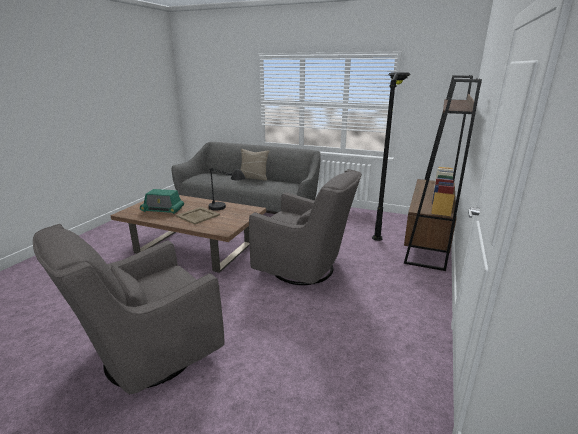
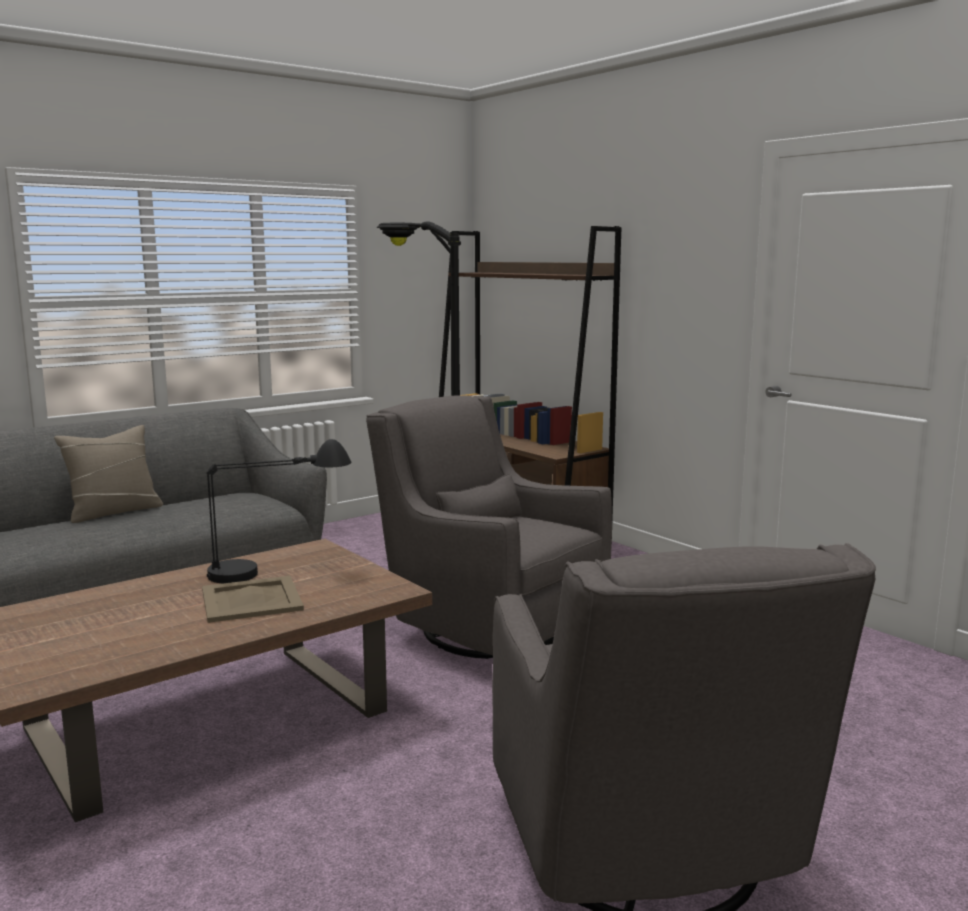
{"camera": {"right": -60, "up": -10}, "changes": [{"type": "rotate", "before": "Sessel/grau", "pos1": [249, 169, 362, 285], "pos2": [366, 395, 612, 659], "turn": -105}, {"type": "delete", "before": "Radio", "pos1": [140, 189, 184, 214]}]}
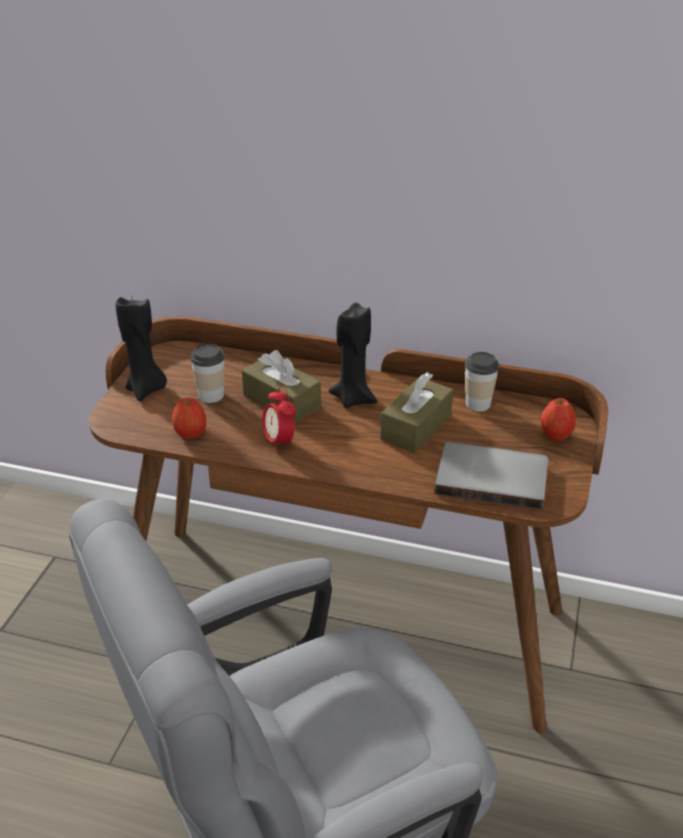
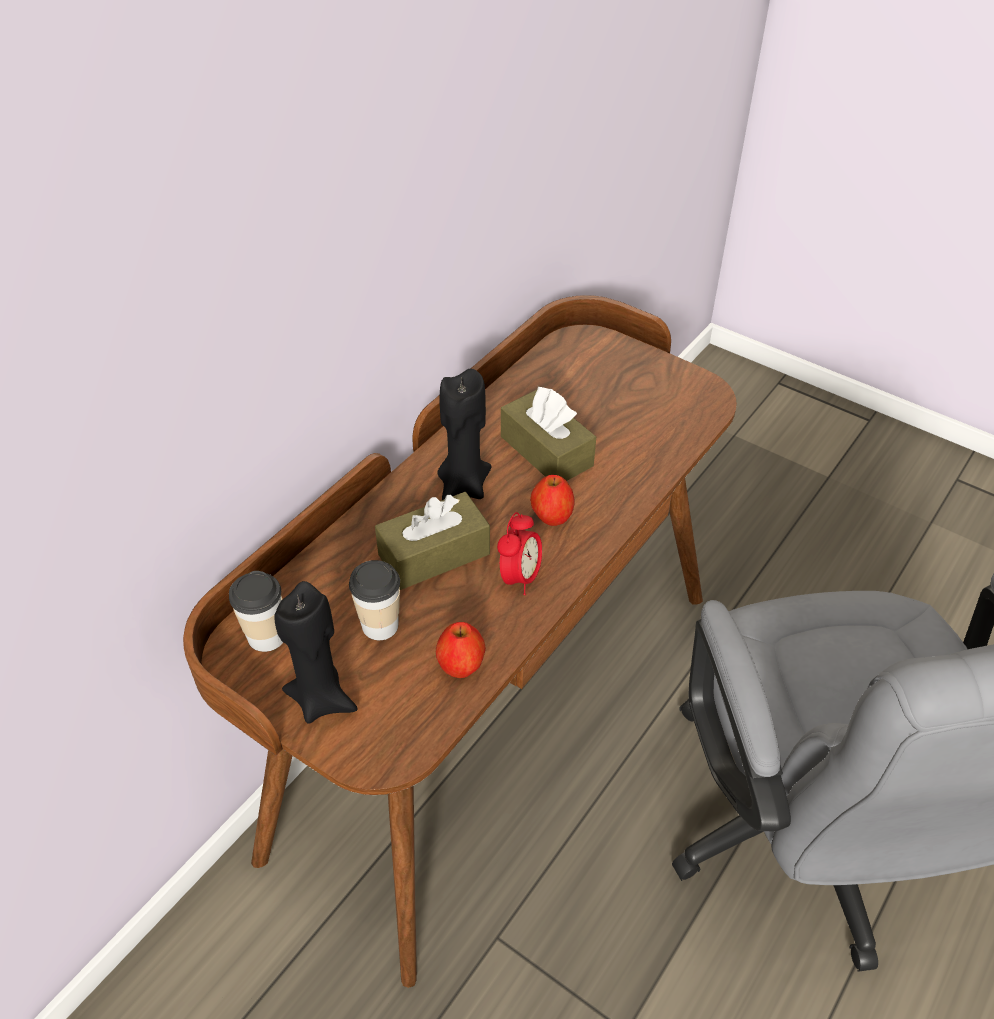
{"camera": {"right": -70, "up": 10}, "changes": [{"type": "move", "before": "Tasse", "pos1": [465, 352, 499, 412], "pos2": [229, 571, 283, 652]}, {"type": "rotate", "before": "Wecker", "pos1": [262, 386, 296, 452], "pos2": [497, 512, 542, 595], "turn": -60}, {"type": "move", "before": "Apfel", "pos1": [541, 398, 576, 441], "pos2": [530, 475, 575, 526]}, {"type": "delete", "before": "Buch/grau", "pos1": [434, 442, 548, 510]}]}
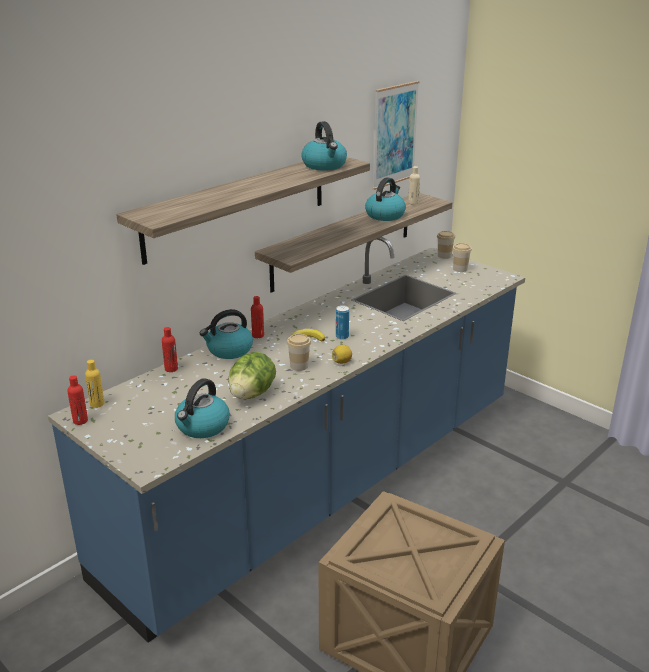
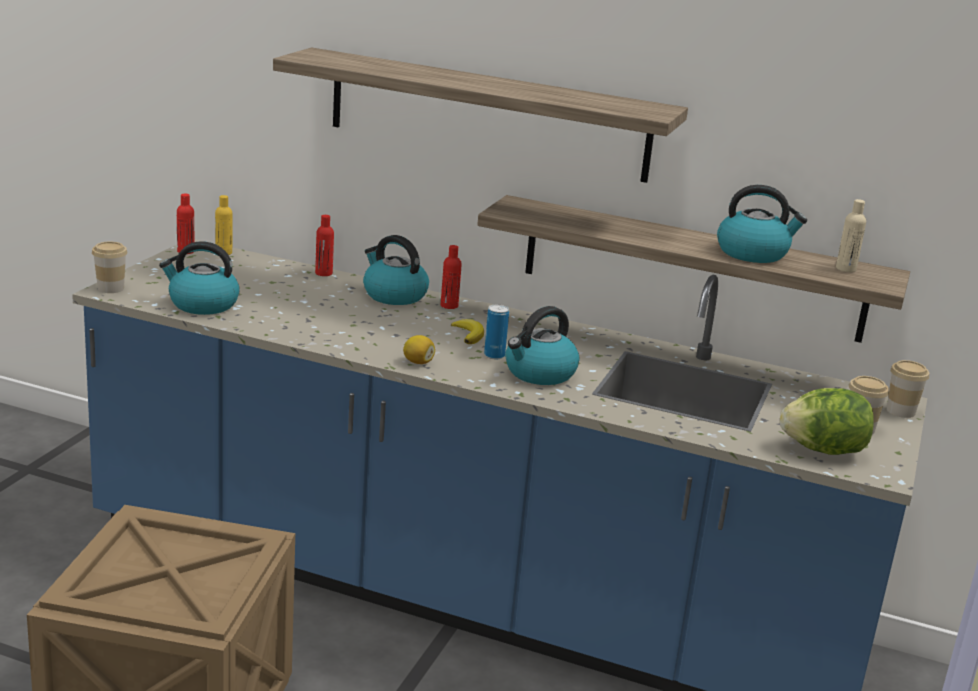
{"camera": {"right": 65, "up": -5}, "changes": [{"type": "delete", "before": "Bild", "pos1": [373, 81, 420, 190]}, {"type": "move", "before": "Wasserkessel", "pos1": [301, 121, 347, 171], "pos2": [505, 306, 579, 385]}, {"type": "move", "before": "Tasse", "pos1": [287, 334, 311, 371], "pos2": [92, 242, 127, 293]}, {"type": "move", "before": "Salatkopf", "pos1": [228, 352, 276, 399], "pos2": [780, 388, 874, 455]}]}
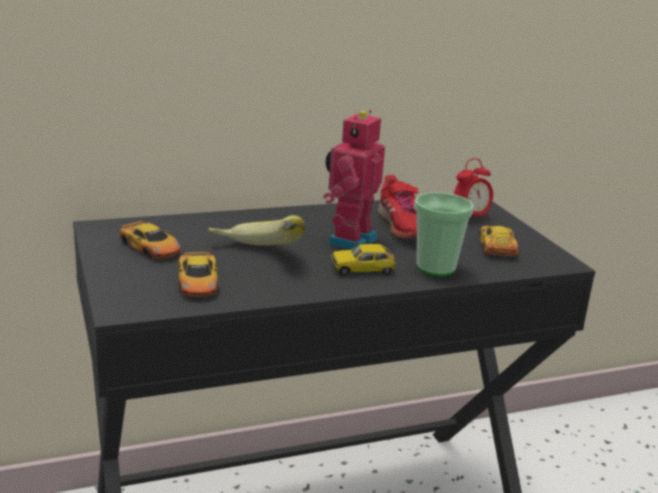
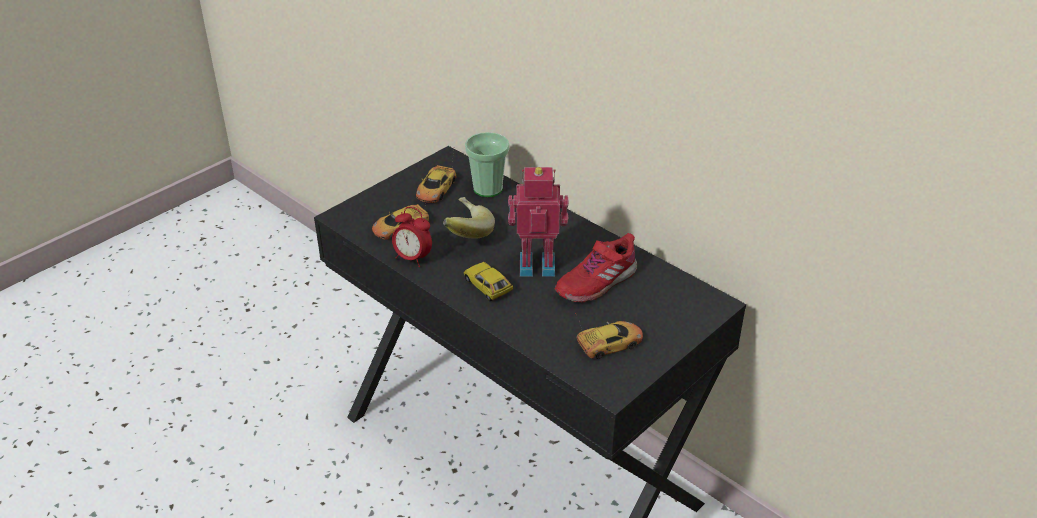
{"camera": {"right": 65, "up": 15}, "changes": [{"type": "move", "before": "Wecker", "pos1": [454, 158, 493, 219], "pos2": [392, 207, 432, 267]}, {"type": "move", "before": "Tasse", "pos1": [414, 192, 474, 276], "pos2": [465, 132, 509, 197]}]}
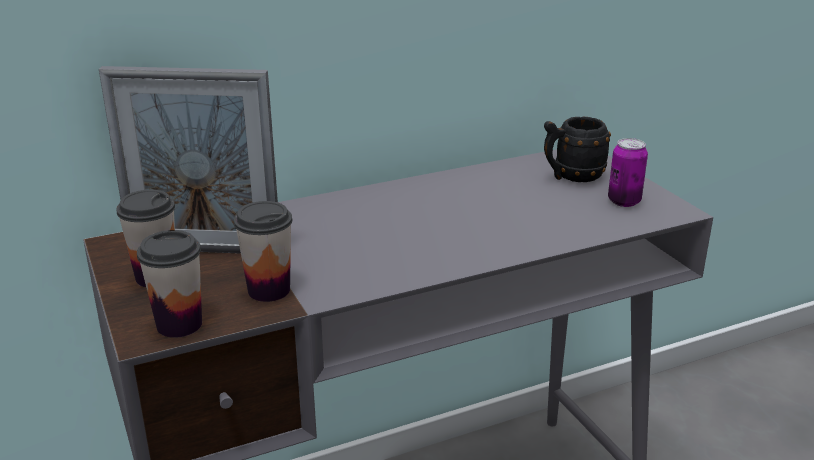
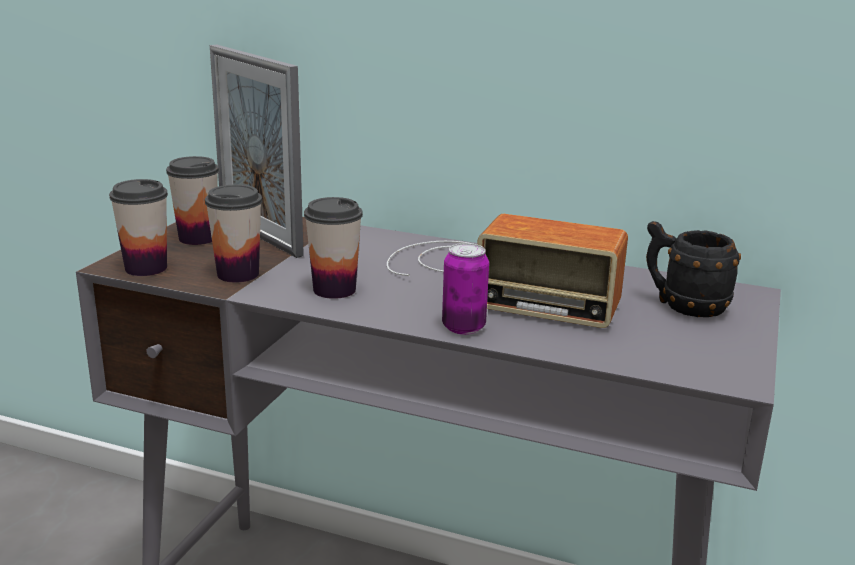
{"camera": {"right": 45, "up": -5}, "changes": [{"type": "move", "before": "Dose", "pos1": [608, 138, 648, 207], "pos2": [442, 243, 489, 335]}, {"type": "insert", "after": "Tasse", "pos2": [304, 197, 363, 299]}, {"type": "insert", "after": "Radio", "pos2": [387, 214, 628, 328]}]}
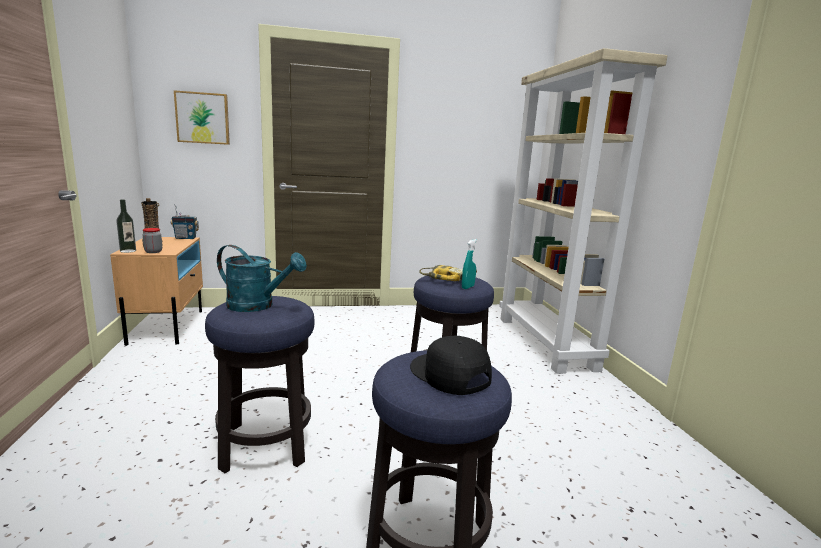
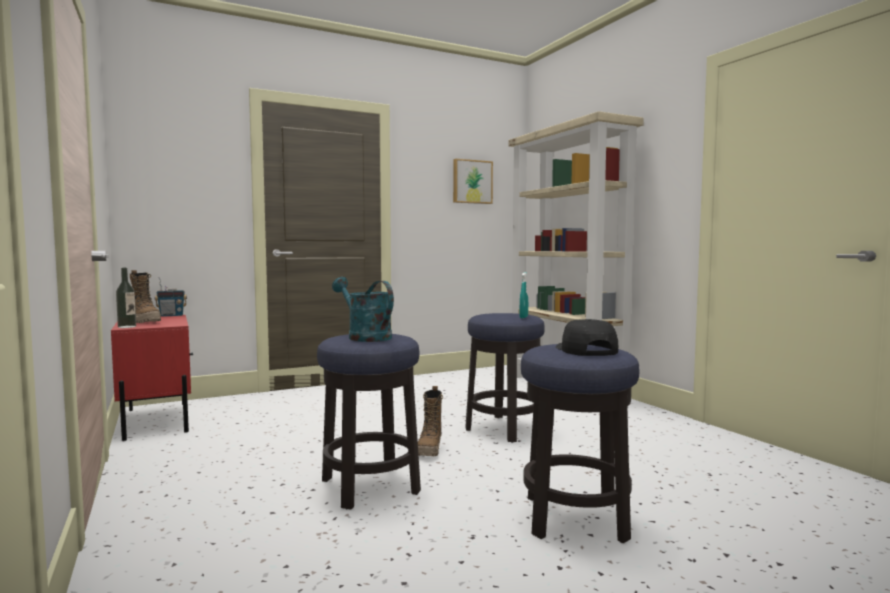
{"camera": {"right": -15, "up": -10}, "changes": [{"type": "move", "before": "Bild", "pos1": [174, 90, 230, 145], "pos2": [453, 159, 493, 204]}, {"type": "delete", "before": "Vorratsglas", "pos1": [143, 228, 162, 253]}, {"type": "recolor", "before": "Nachttisch/beige", "after": "Nachttisch/rot", "pos1": [110, 237, 203, 346], "pos2": [111, 315, 193, 441]}, {"type": "rotate", "before": "Gießkanne/türkis", "pos1": [217, 245, 307, 312], "pos2": [332, 277, 394, 342], "turn": -135}, {"type": "delete", "before": "Bohrmaschine", "pos1": [419, 265, 477, 281]}, {"type": "rotate", "before": "Kappe/schwarz", "pos1": [410, 336, 492, 395], "pos2": [556, 319, 618, 356], "turn": 45}, {"type": "insert", "after": "Stiefel", "pos2": [418, 386, 443, 456]}]}
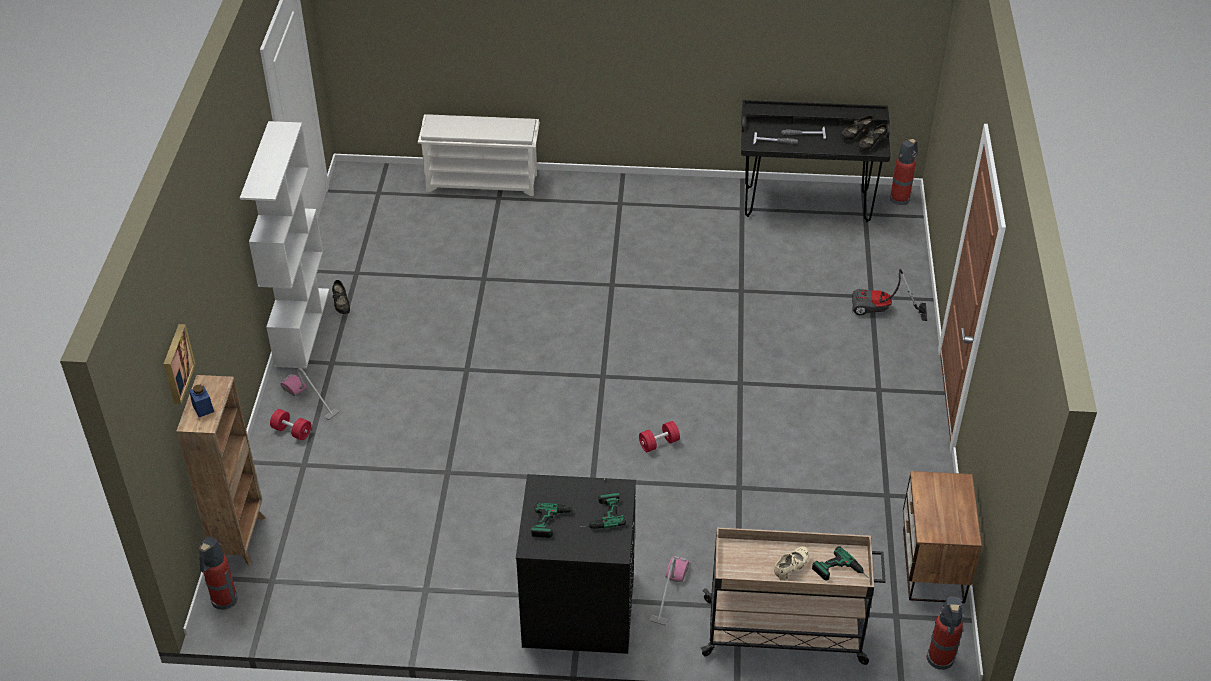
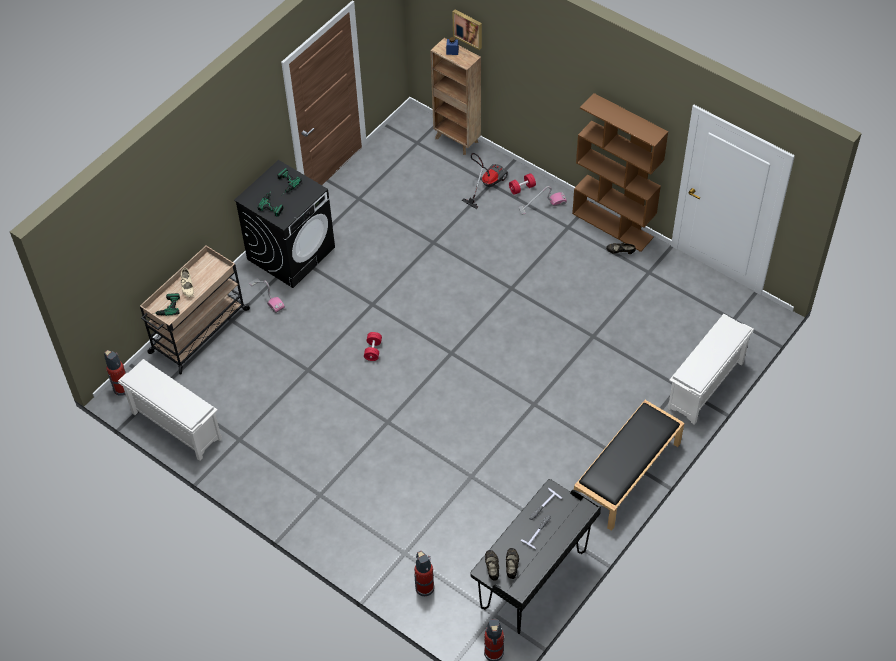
{"camera": {"right": 125, "up": 10}, "changes": [{"type": "recolor", "before": "Bücherregal/weiß", "after": "Bücherregal/braun", "pos1": [240, 121, 329, 369], "pos2": [572, 93, 668, 252]}, {"type": "move", "before": "Staubsauger", "pos1": [852, 269, 927, 321], "pos2": [462, 153, 508, 209]}, {"type": "replace", "before": "Nachttisch", "after": "Schuhregal/weiß", "pos1": [903, 471, 982, 603], "pos2": [118, 359, 222, 461]}, {"type": "move", "before": "Feuerlöscher", "pos1": [199, 537, 238, 610], "pos2": [414, 551, 434, 596]}, {"type": "insert", "after": "Bank/schwarz", "pos2": [574, 400, 684, 531]}]}
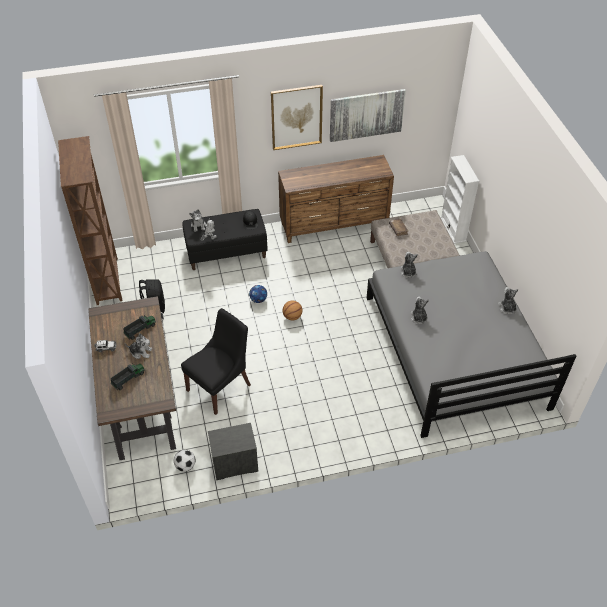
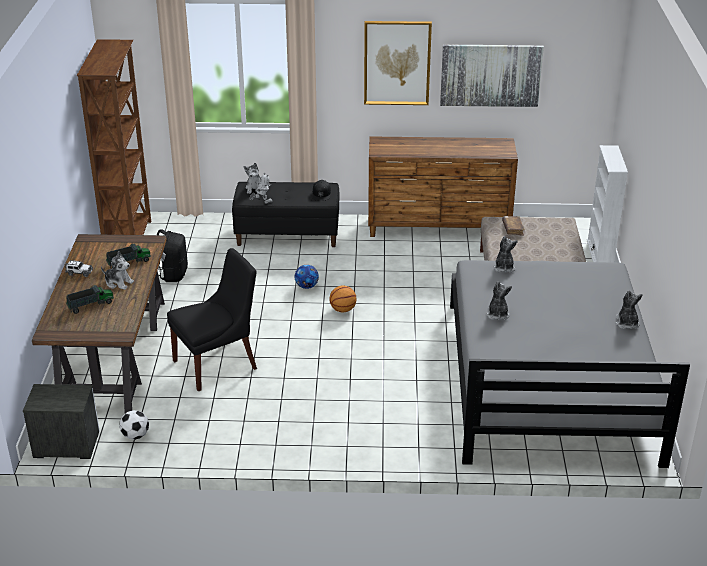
{"camera": {"right": 15, "up": -15}, "changes": [{"type": "move", "before": "Nachttisch", "pos1": [208, 423, 258, 480], "pos2": [23, 384, 100, 459]}]}
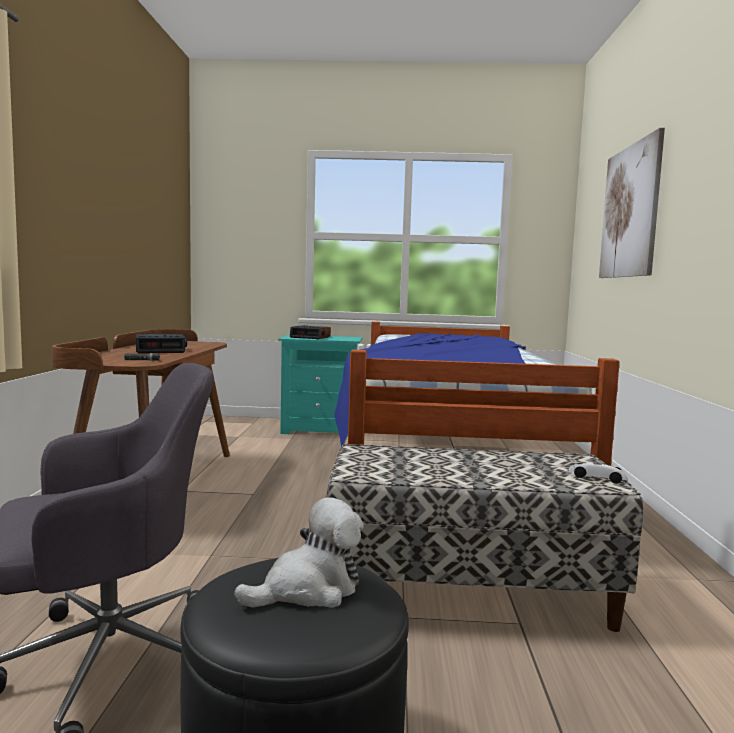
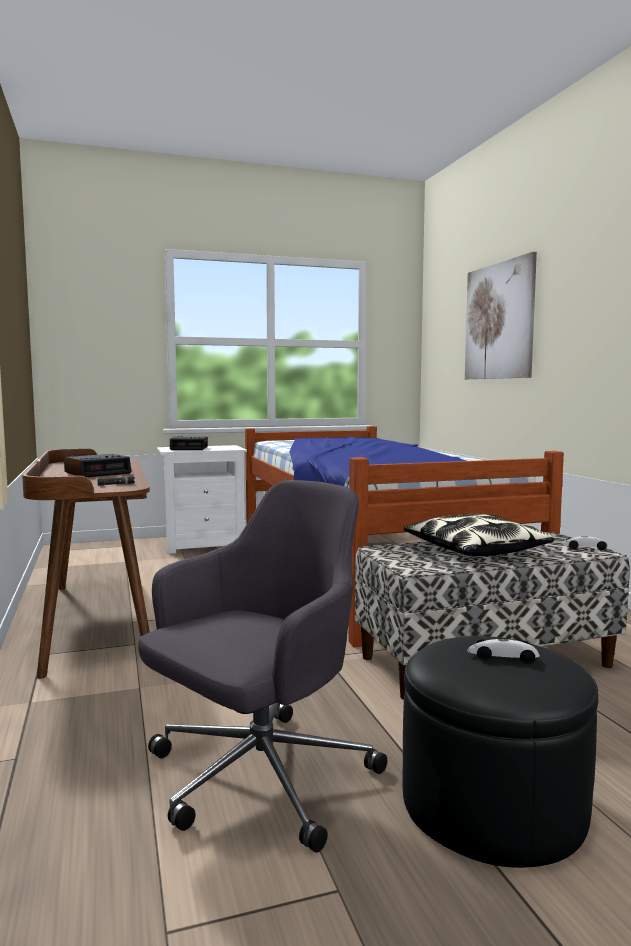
{"camera": {"right": -20, "up": 0}, "changes": [{"type": "recolor", "before": "Nachttisch/türkis", "after": "Nachttisch/weiß", "pos1": [278, 335, 362, 437], "pos2": [157, 445, 247, 554]}, {"type": "replace", "before": "Plüschtier", "after": "Spielzeugauto", "pos1": [234, 497, 364, 608], "pos2": [467, 639, 540, 664]}, {"type": "insert", "after": "Kissen", "pos2": [404, 514, 554, 556]}]}
